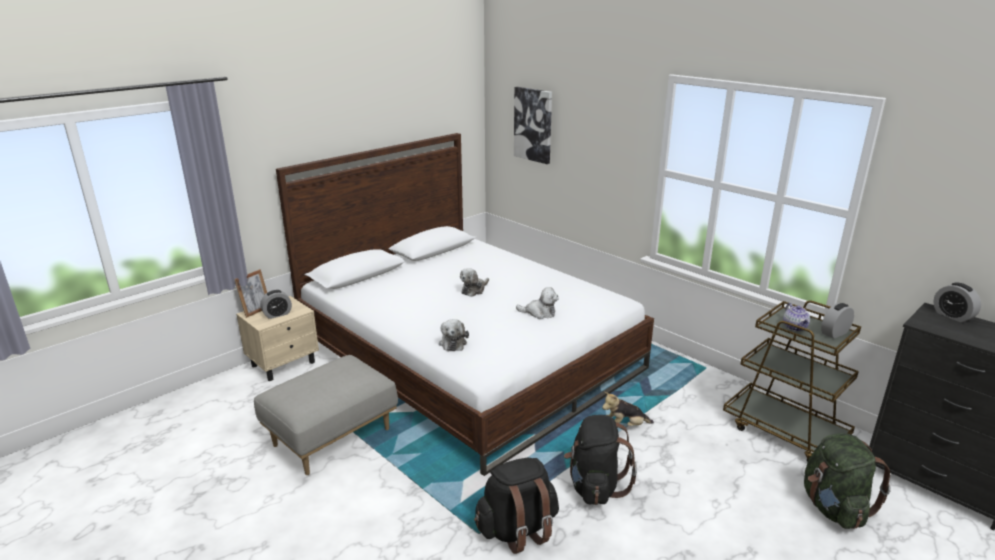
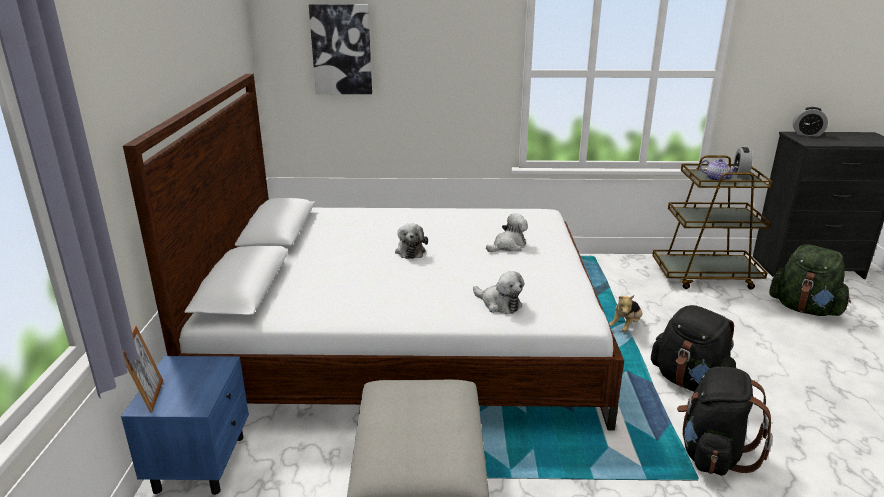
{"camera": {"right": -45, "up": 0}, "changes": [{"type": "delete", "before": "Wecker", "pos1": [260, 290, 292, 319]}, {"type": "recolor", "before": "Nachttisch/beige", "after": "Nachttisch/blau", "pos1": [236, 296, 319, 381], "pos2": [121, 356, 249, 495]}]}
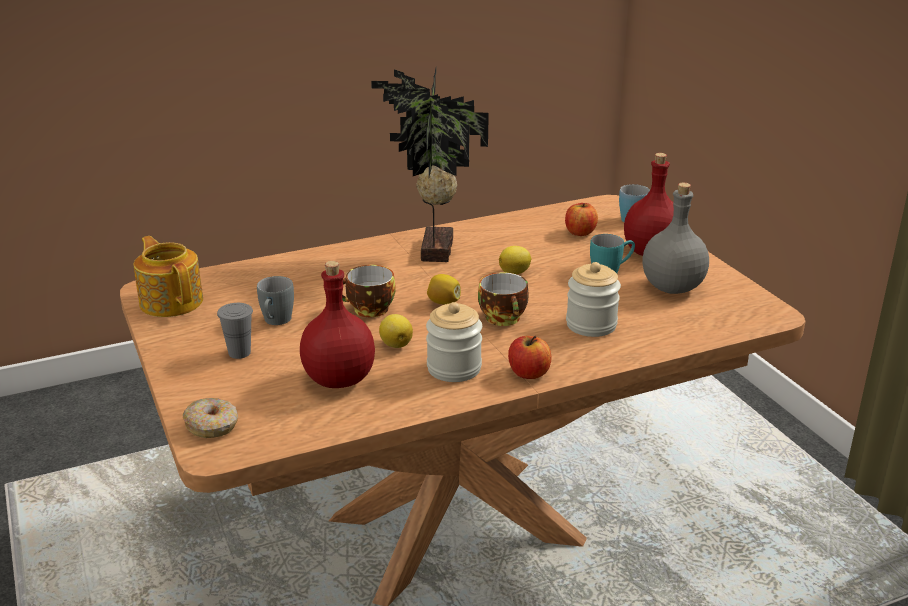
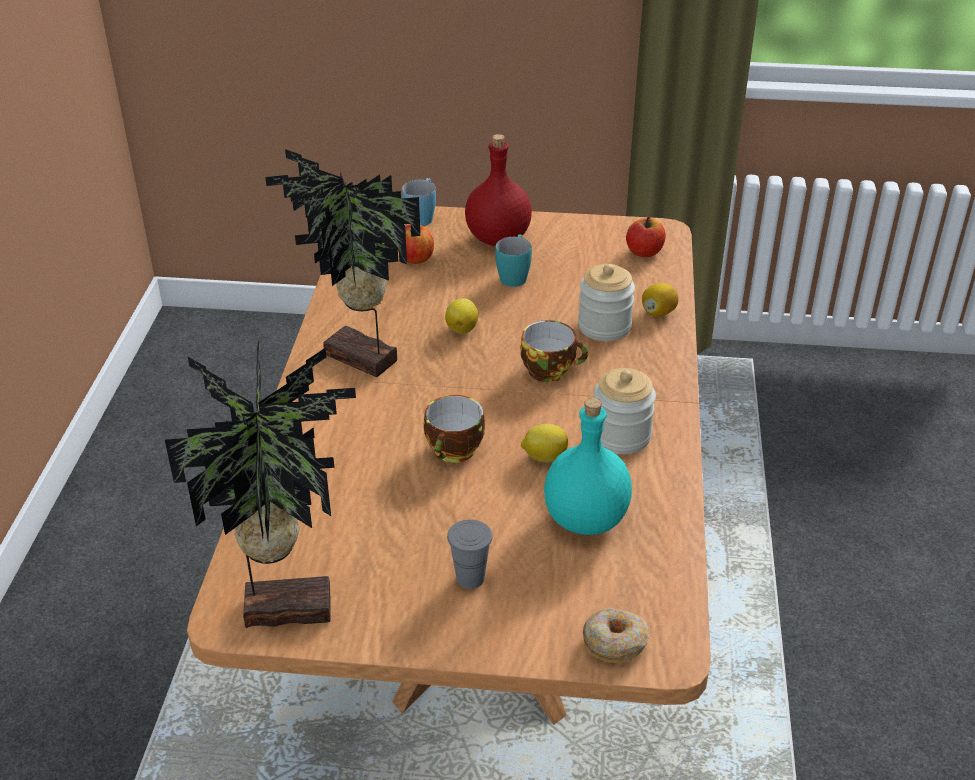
{"camera": {"right": -60, "up": 10}, "changes": [{"type": "delete", "before": "Flasche/grau", "pos1": [642, 183, 709, 294]}, {"type": "replace", "before": "Teekanne", "after": "Topfpflanze", "pos1": [133, 236, 203, 317], "pos2": [165, 339, 356, 628]}, {"type": "recolor", "before": "Flasche/rot", "after": "Flasche/türkis", "pos1": [300, 261, 375, 388], "pos2": [544, 398, 632, 535]}, {"type": "move", "before": "Zitrone", "pos1": [427, 274, 461, 305], "pos2": [642, 283, 679, 317]}, {"type": "delete", "before": "Henkelbecher/grau", "pos1": [257, 276, 294, 325]}, {"type": "move", "before": "Apfel", "pos1": [508, 336, 551, 379], "pos2": [626, 217, 666, 257]}]}
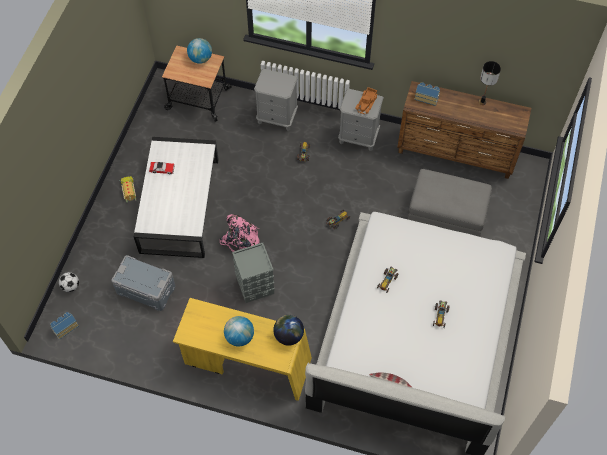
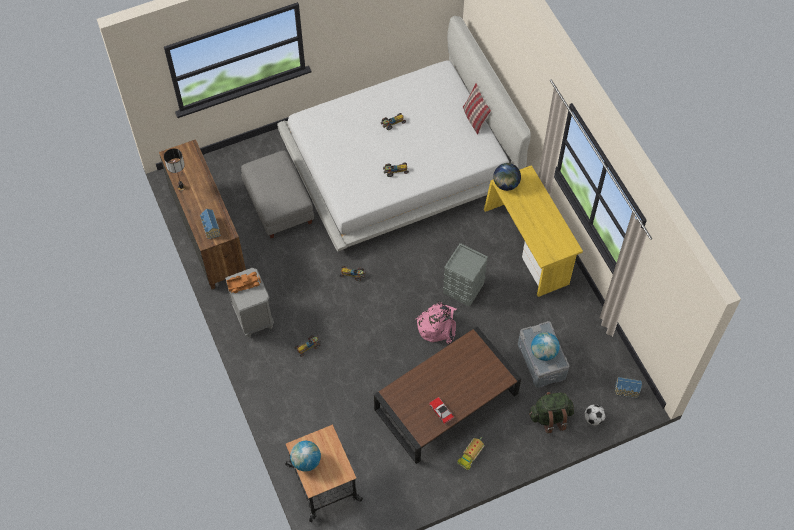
{"camera": {"right": -130, "up": 0}, "changes": [{"type": "delete", "before": "Nachttisch/grau", "pos1": [254, 69, 298, 131]}, {"type": "recolor", "before": "Couchtisch/weiß", "after": "Couchtisch/braun", "pos1": [134, 137, 219, 258], "pos2": [374, 326, 521, 464]}, {"type": "move", "before": "Globus", "pos1": [224, 316, 254, 347], "pos2": [531, 332, 560, 361]}, {"type": "insert", "after": "Rucksack/grün", "pos2": [529, 392, 574, 433]}]}
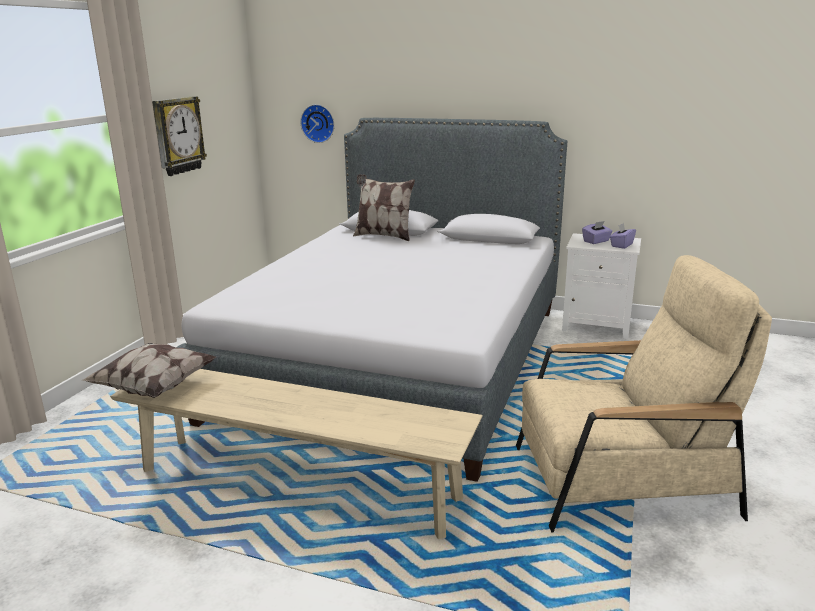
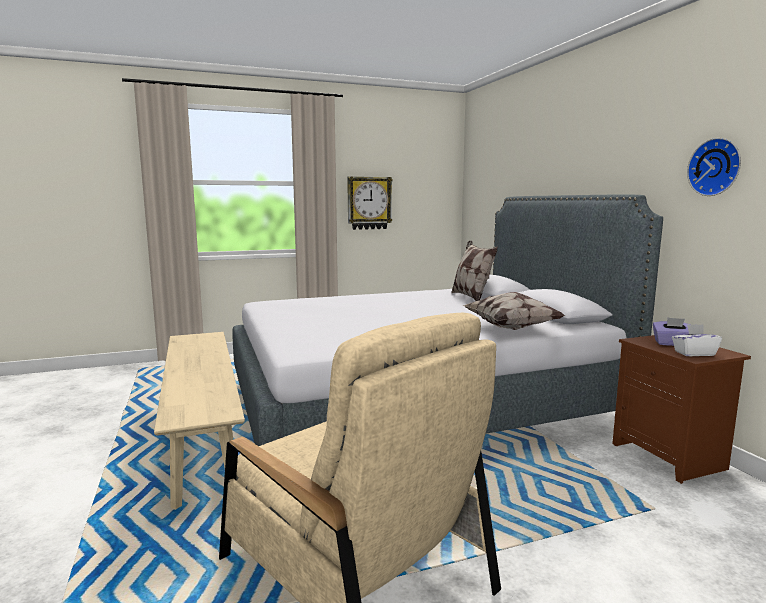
{"camera": {"right": 50, "up": -10}, "changes": [{"type": "move", "before": "Wanduhr", "pos1": [300, 104, 334, 143], "pos2": [687, 138, 741, 196]}, {"type": "recolor", "before": "Taschentuchbox/lila", "after": "Taschentuchbox/weiß", "pos1": [610, 223, 636, 249], "pos2": [672, 324, 722, 356]}, {"type": "recolor", "before": "Nachttisch/weiß", "after": "Nachttisch/braun", "pos1": [562, 233, 641, 339], "pos2": [612, 335, 751, 484]}, {"type": "move", "before": "Kissen", "pos1": [81, 343, 216, 398], "pos2": [463, 292, 566, 330]}]}
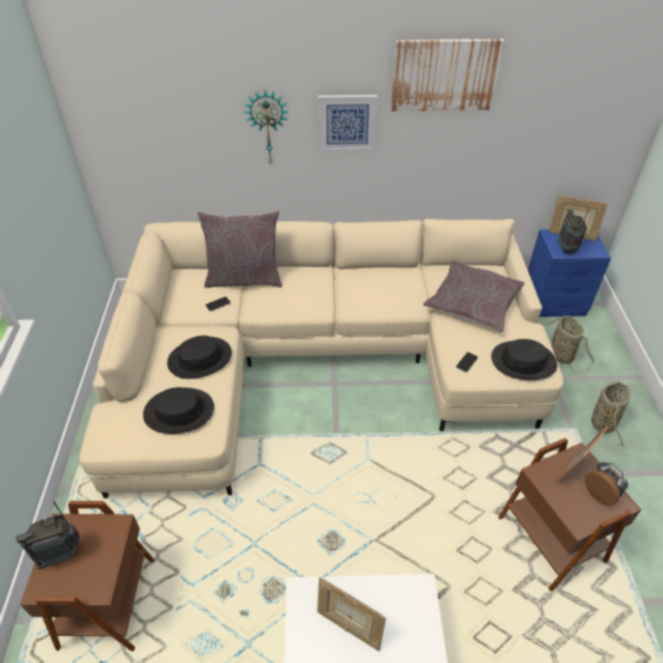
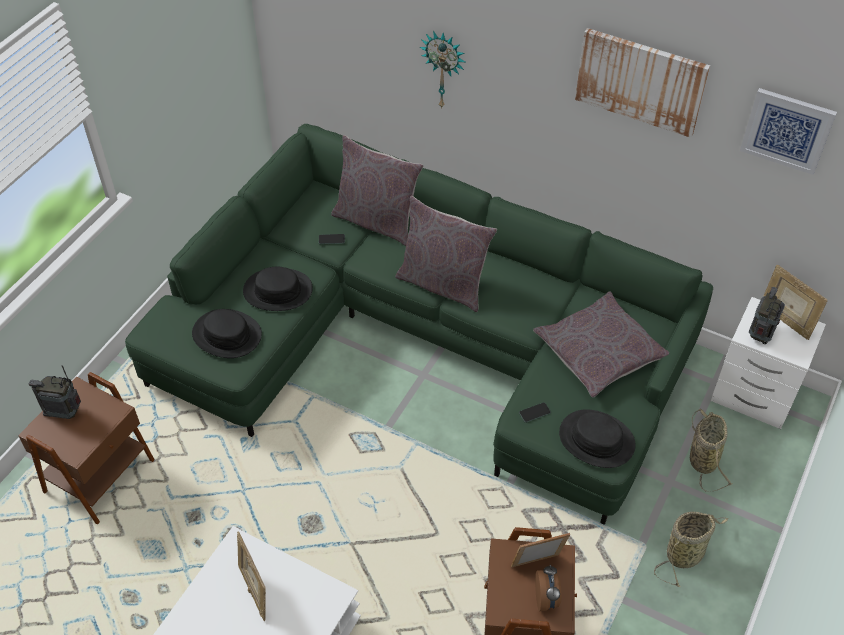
{"camera": {"right": 30, "up": 5}, "changes": [{"type": "move", "before": "Bild", "pos1": [318, 95, 377, 152], "pos2": [740, 88, 837, 175]}, {"type": "recolor", "before": "Sofa/beige", "after": "Sofa/grün", "pos1": [79, 219, 563, 498], "pos2": [125, 124, 713, 525]}, {"type": "recolor", "before": "Nachttisch/blau", "after": "Nachttisch/weiß", "pos1": [528, 229, 611, 317], "pos2": [711, 297, 826, 429]}, {"type": "insert", "after": "Kissen/grau", "pos2": [395, 196, 497, 312]}]}
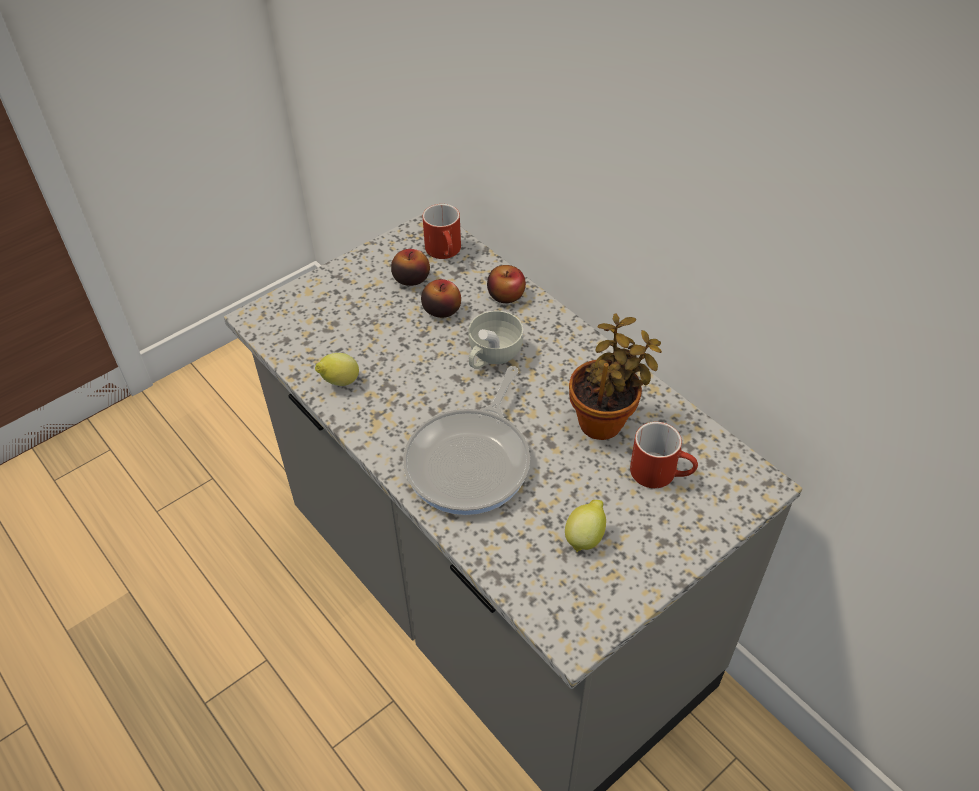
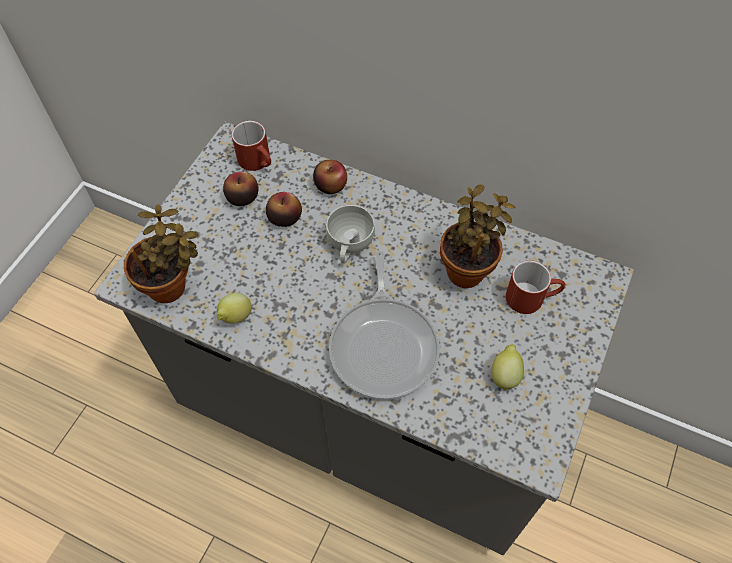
{"camera": {"right": -25, "up": 10}, "changes": [{"type": "insert", "after": "Topfpflanze", "pos2": [124, 204, 198, 303]}]}
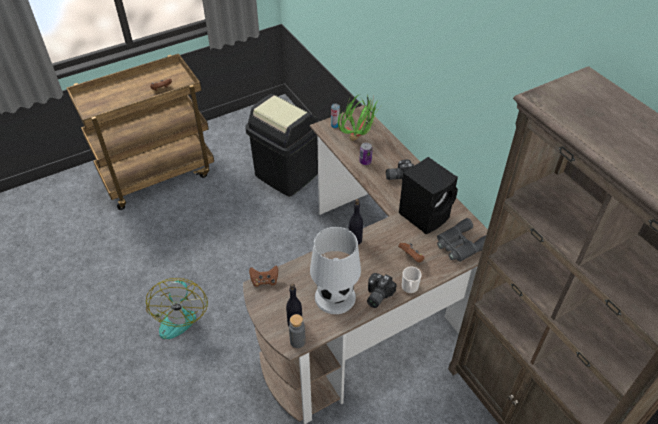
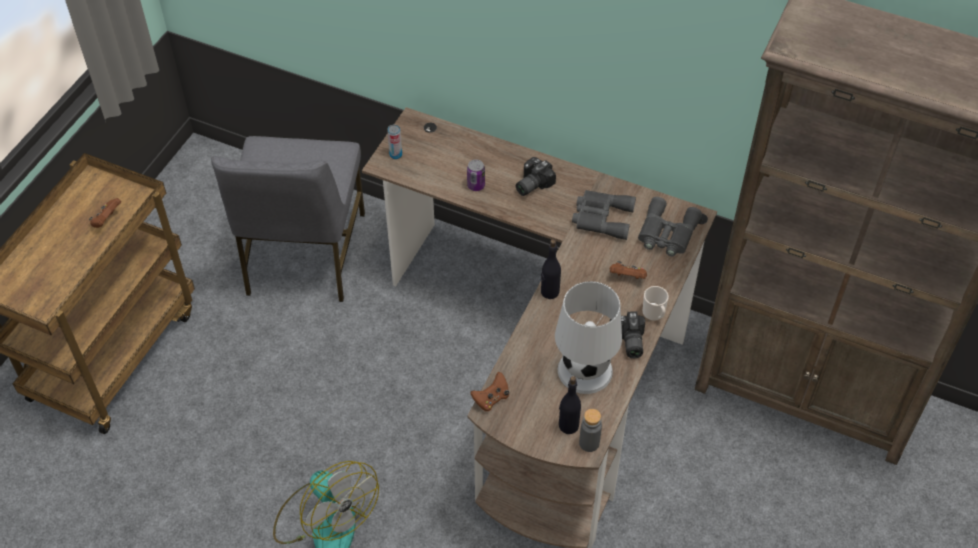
{"camera": {"right": -35, "up": 5}, "changes": [{"type": "replace", "before": "Mülleimer/schwarz", "after": "Stuhl/grau", "pos1": [245, 94, 319, 197], "pos2": [211, 136, 365, 302]}, {"type": "delete", "before": "Topfpflanze", "pos1": [338, 95, 379, 141]}, {"type": "replace", "before": "Lautsprecher/schwarz", "after": "Fernglas/grau", "pos1": [399, 157, 458, 234], "pos2": [572, 190, 636, 240]}]}
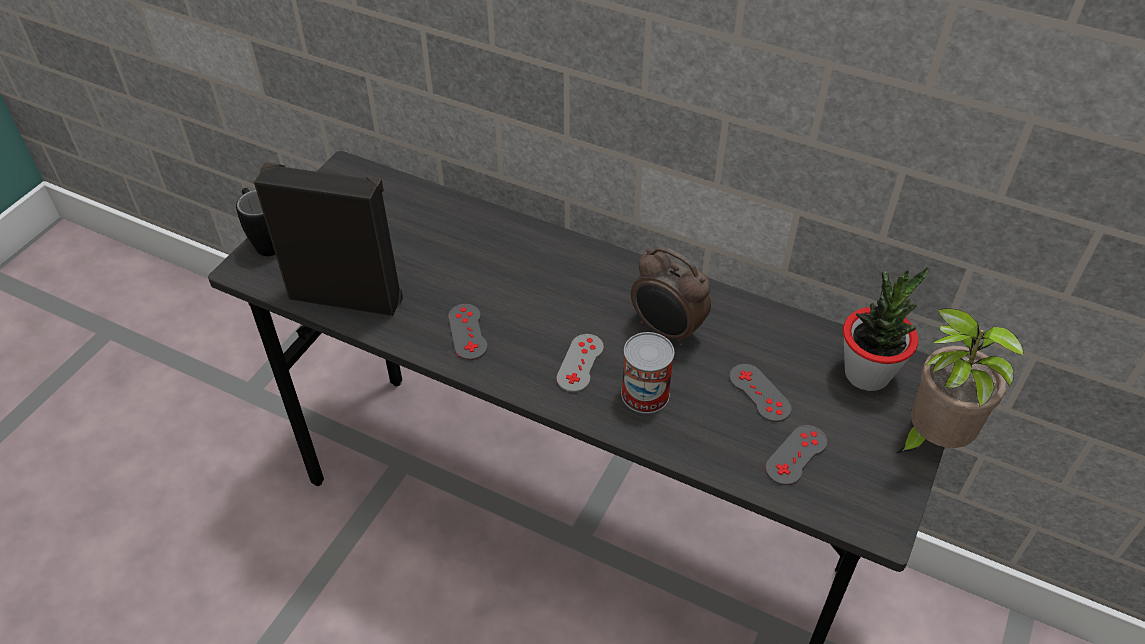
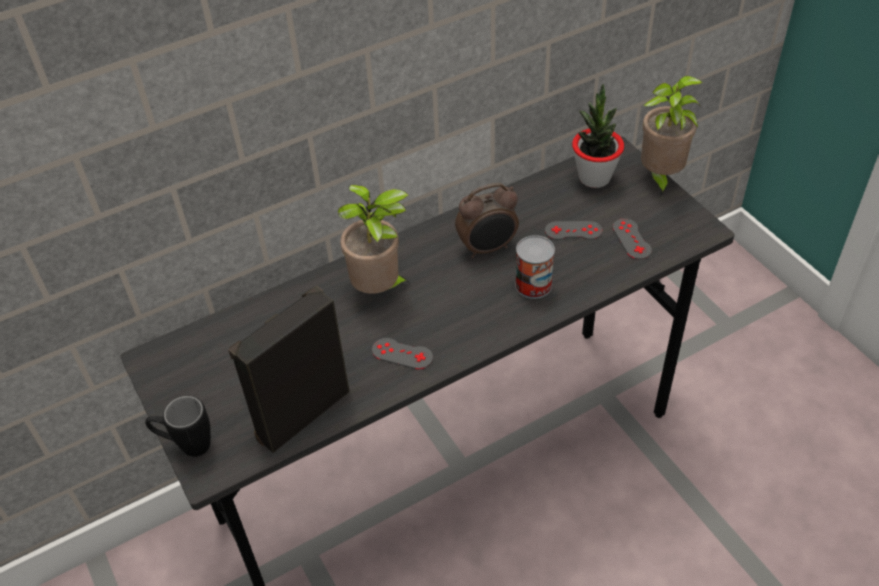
{"camera": {"right": -55, "up": 0}, "changes": [{"type": "delete", "before": "Gamepad/grau", "pos1": [556, 334, 604, 392]}, {"type": "insert", "after": "Topfpflanze", "pos2": [338, 185, 412, 294]}]}
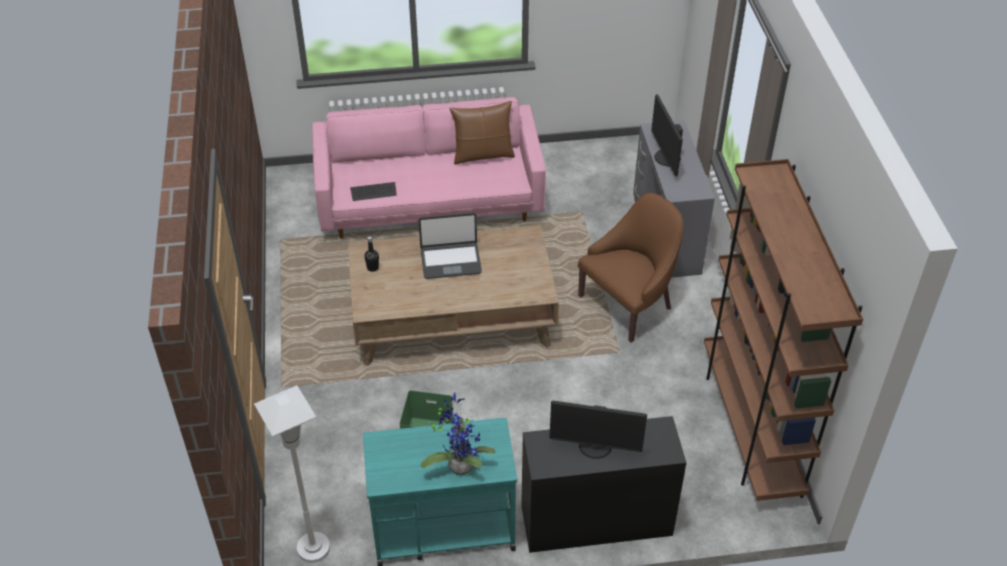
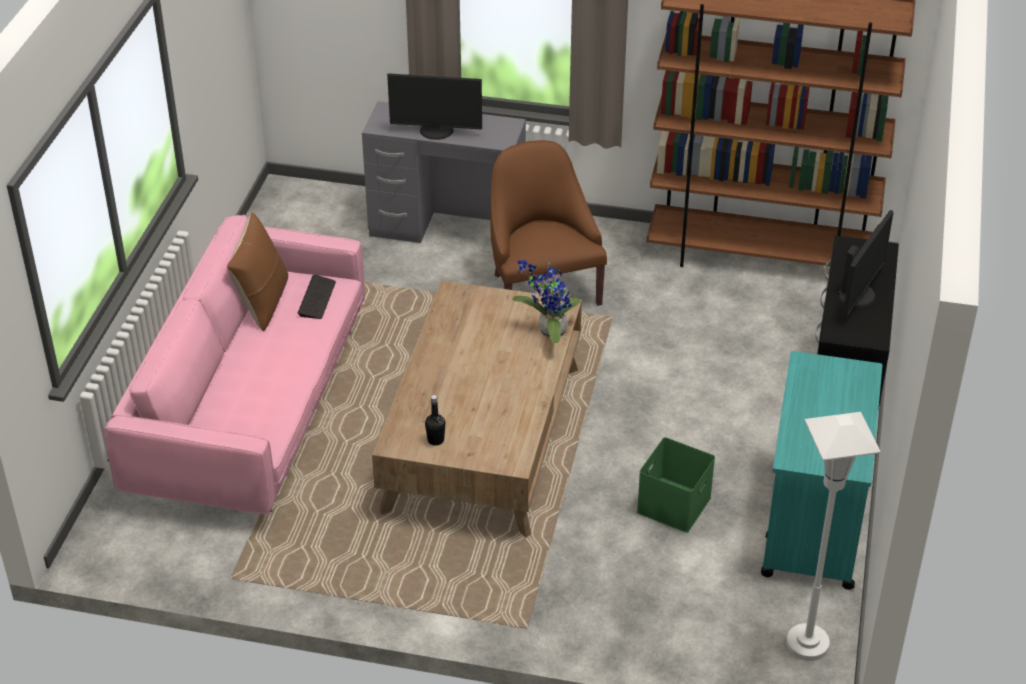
{"camera": {"right": -70, "up": -5}, "changes": [{"type": "move", "before": "Tastatur", "pos1": [350, 182, 397, 201], "pos2": [297, 275, 336, 319]}, {"type": "delete", "before": "Laptop", "pos1": [418, 213, 482, 279]}, {"type": "move", "before": "Topfpflanze", "pos1": [421, 392, 495, 475], "pos2": [512, 260, 581, 343]}]}
